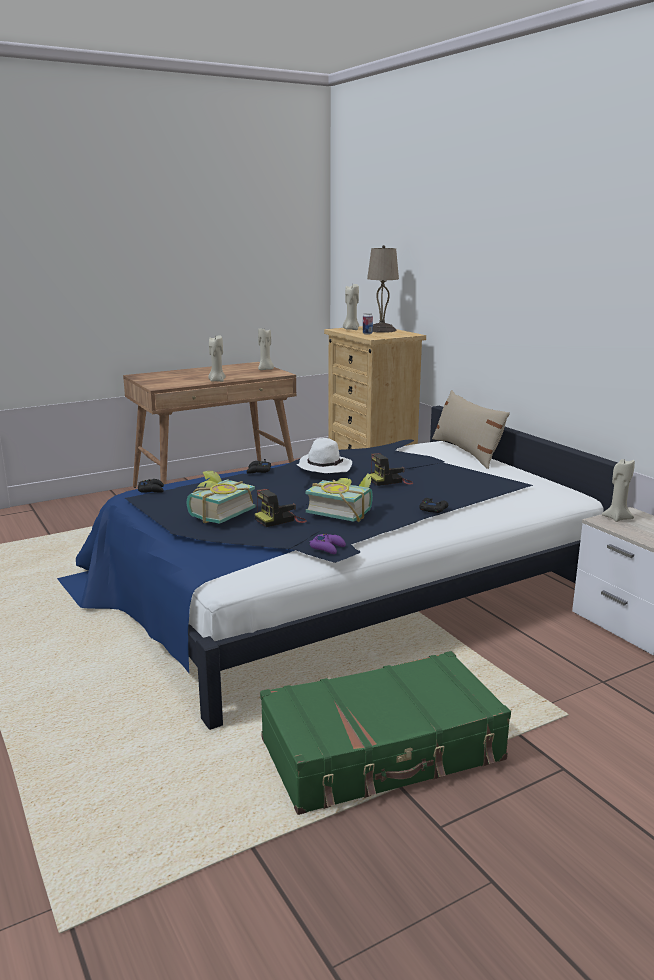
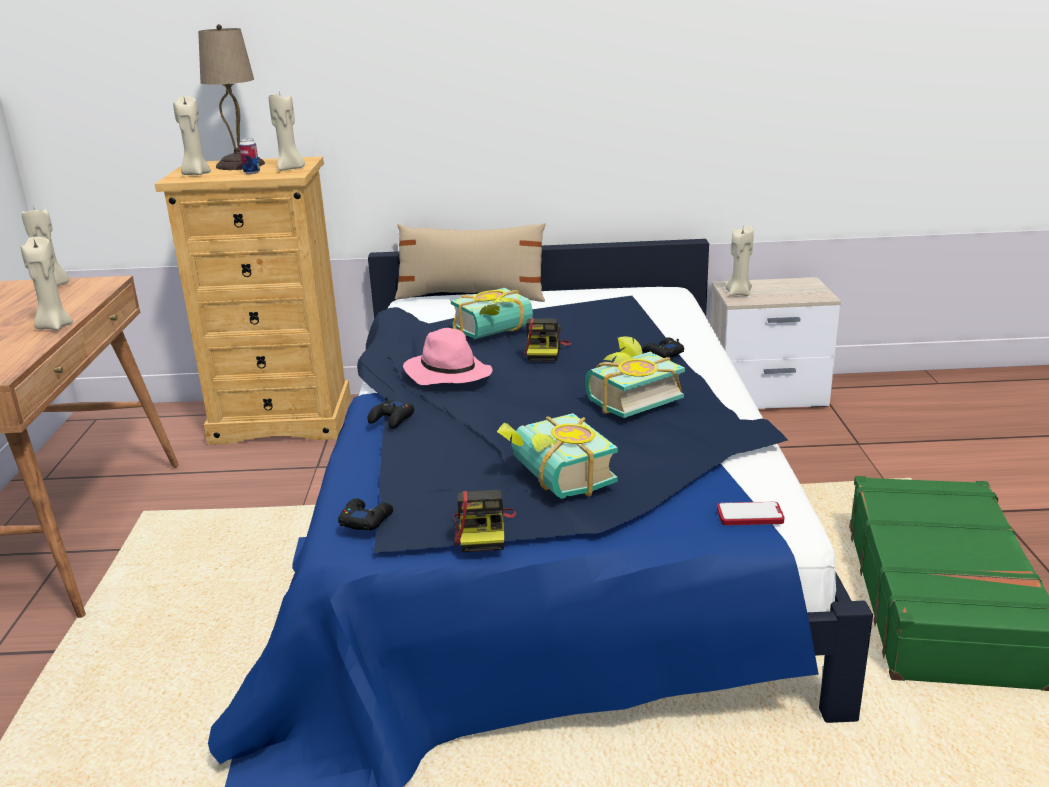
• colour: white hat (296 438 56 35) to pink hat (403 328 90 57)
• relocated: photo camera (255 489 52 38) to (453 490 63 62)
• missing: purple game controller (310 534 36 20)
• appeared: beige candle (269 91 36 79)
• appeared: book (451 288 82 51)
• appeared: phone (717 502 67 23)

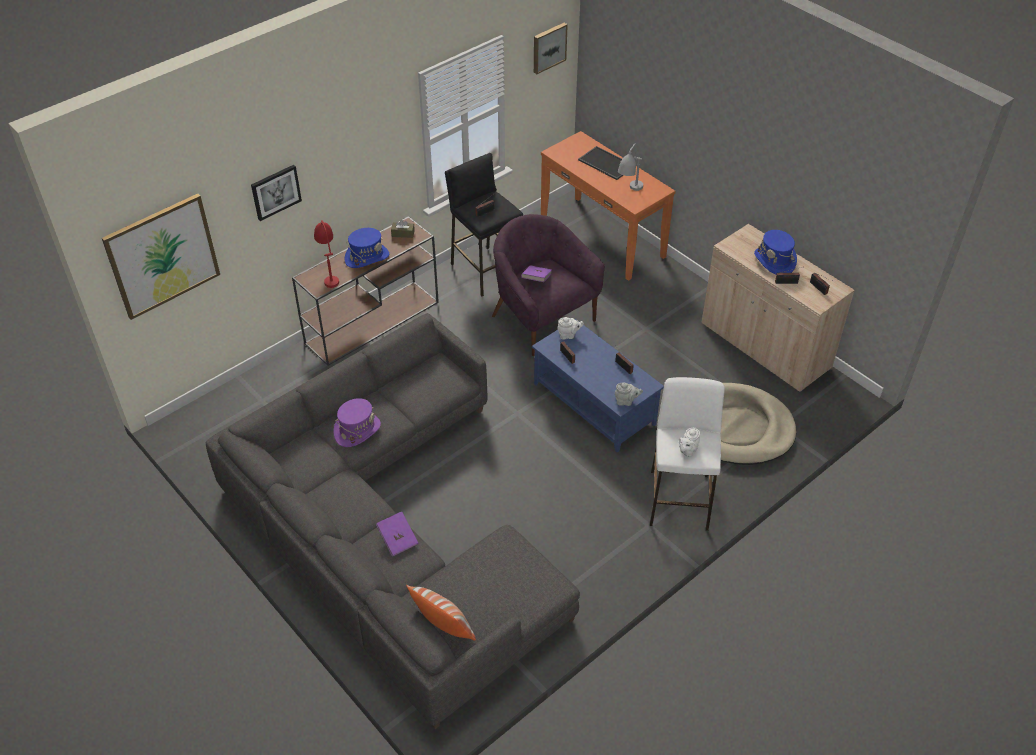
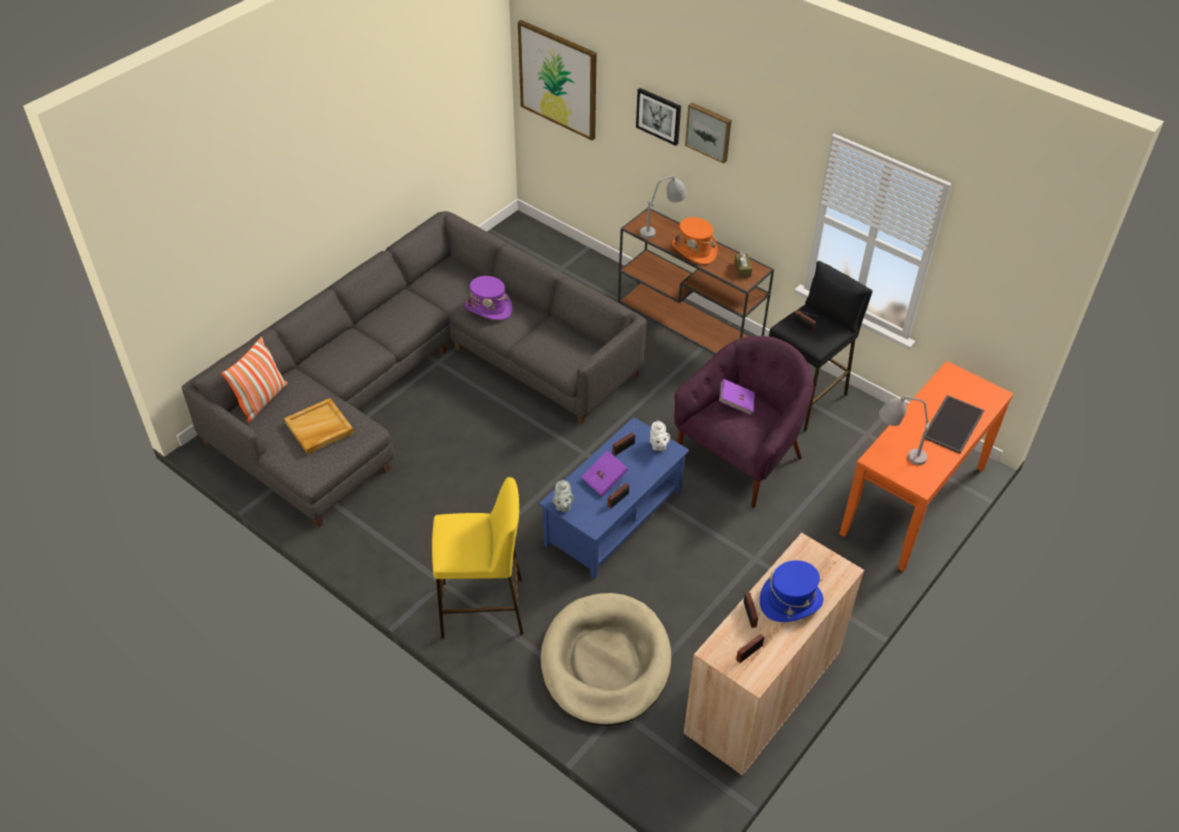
• relocated: picture (534 23 34 51) to (685 103 47 61)
• colour: red table lamp (314 220 25 68) to grey table lamp (640 175 47 64)
• colour: blue hat (344 228 45 40) to orange hat (672 217 46 47)
• colour: white stool (650 377 75 154) to yellow stool (432 477 91 162)
• missing: white teapot (679 428 21 29)
• relocated: purple book (376 511 42 46) to (582 450 46 46)
• appeared: beige tray (284 398 70 56)

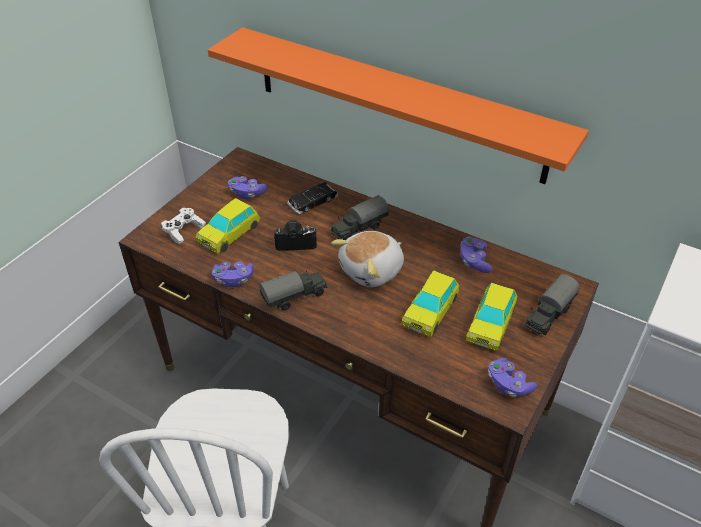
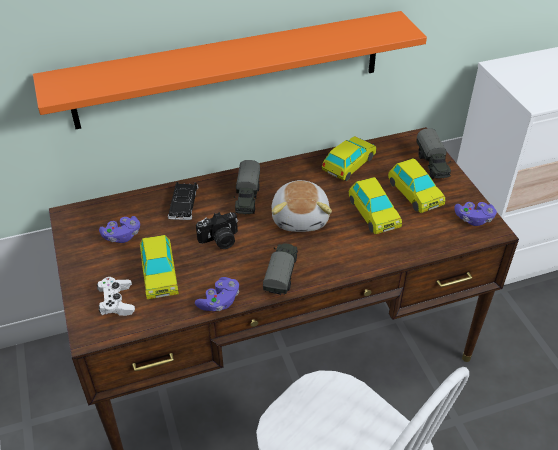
• spun: photo camera (274 220 43 31) = (196 212 42 37) 150 degrees counterclockwise
• exchanged: purple game controller (461 237 32 36) to toy car (322 136 54 45)

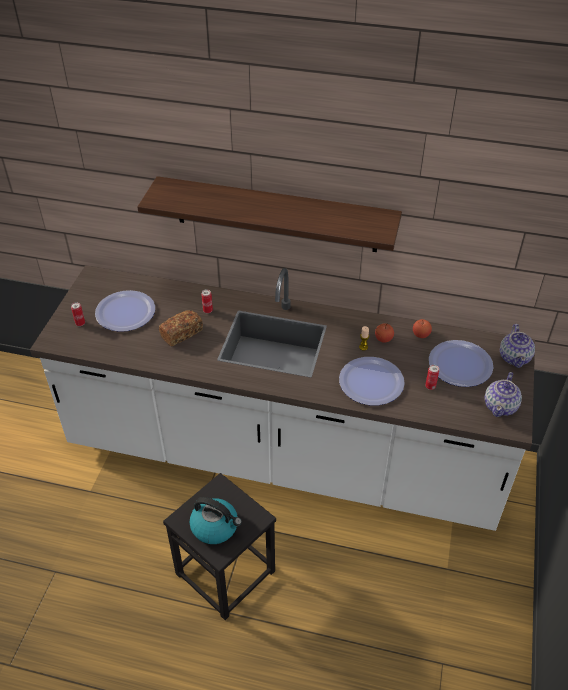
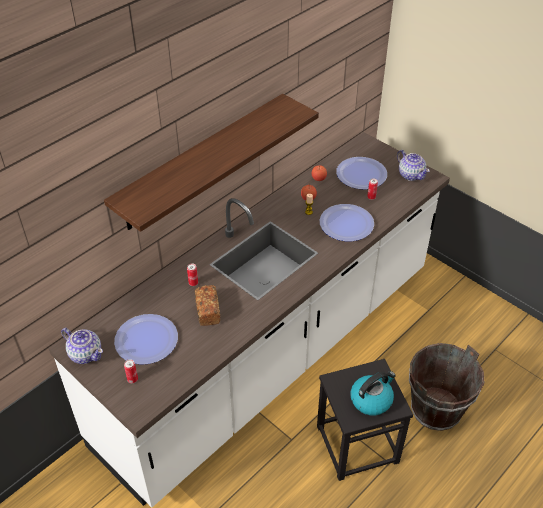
• relocated: teapot (500 324 35 44) to (61 328 42 36)
• appeared: brown bucket (409 343 75 88)

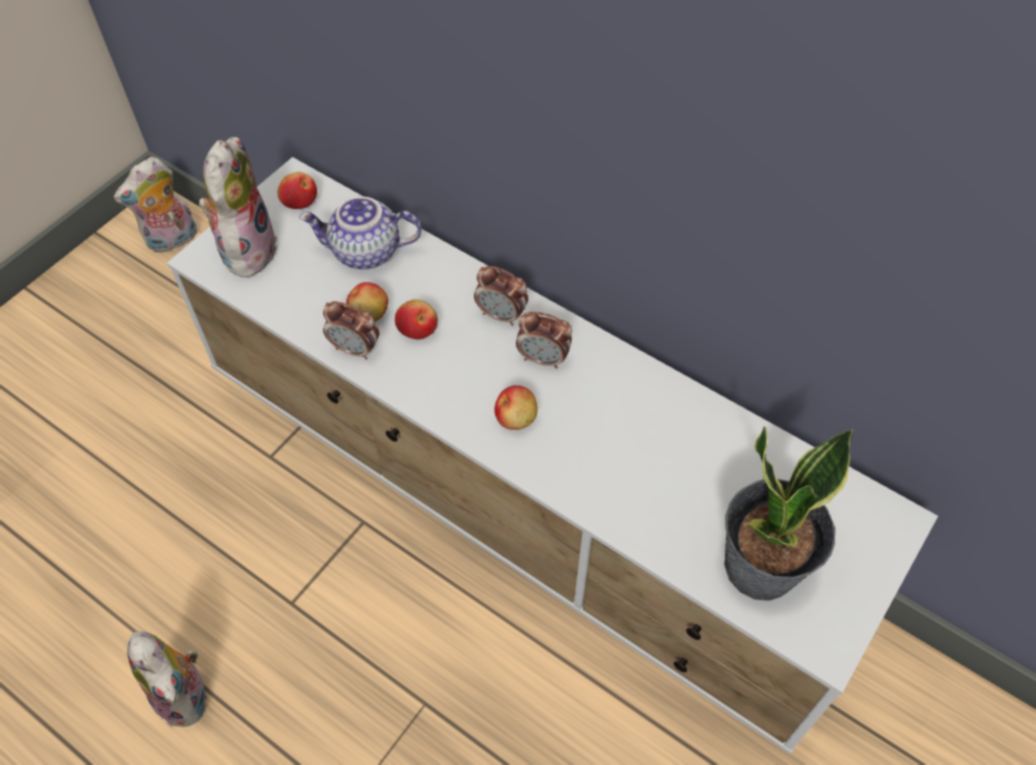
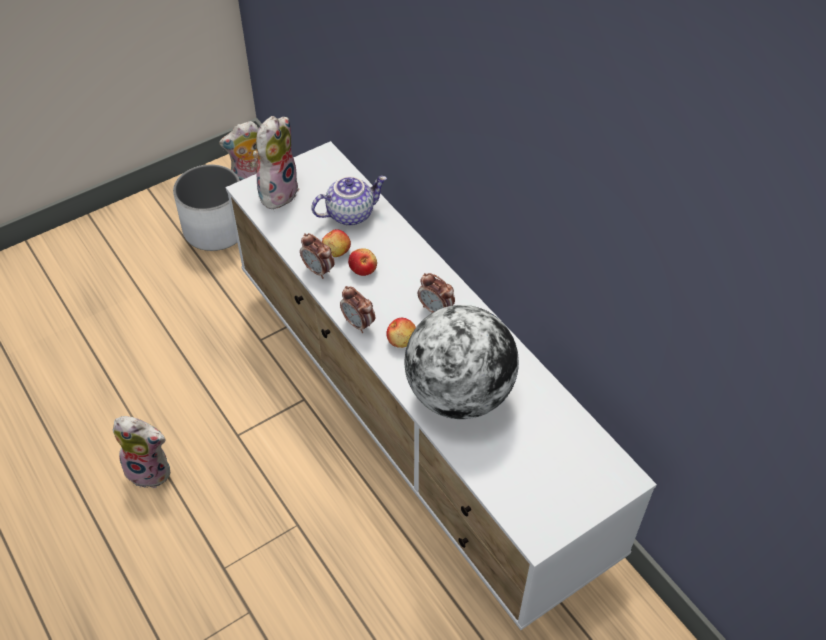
• missing: apple (278 172 39 37)
• spun: teapot (299 196 122 73) = (311 176 76 50) 135 degrees clockwise
• relocated: alarm clock (474 266 54 60) to (340 286 35 47)
• missing: potted plant (724 426 130 175)
• spun: plush toy (127 631 81 96) = (112 416 58 72) 60 degrees counterclockwise
• appeared: white planter (173 164 67 87)
• appeared: globe (405 305 114 114)

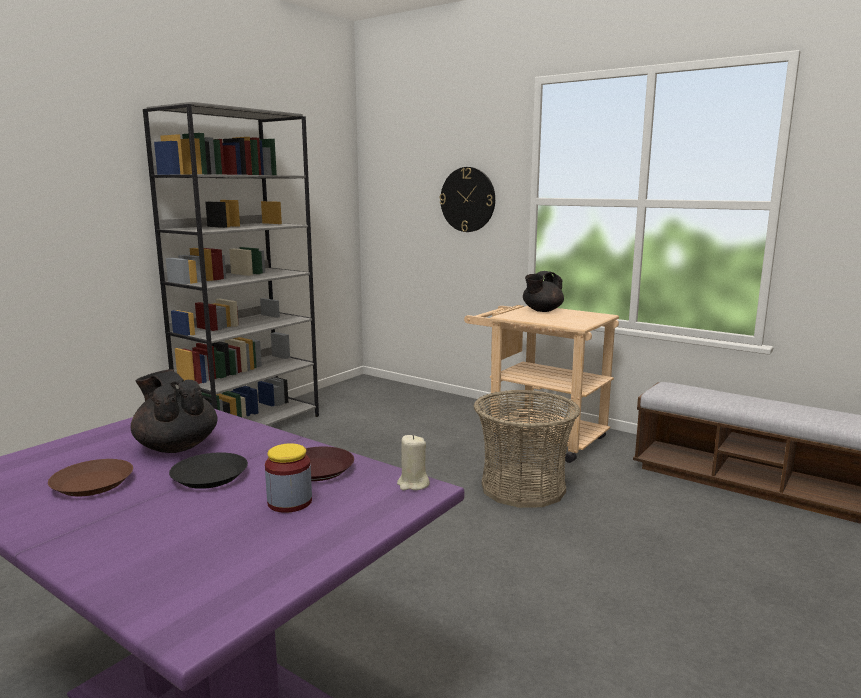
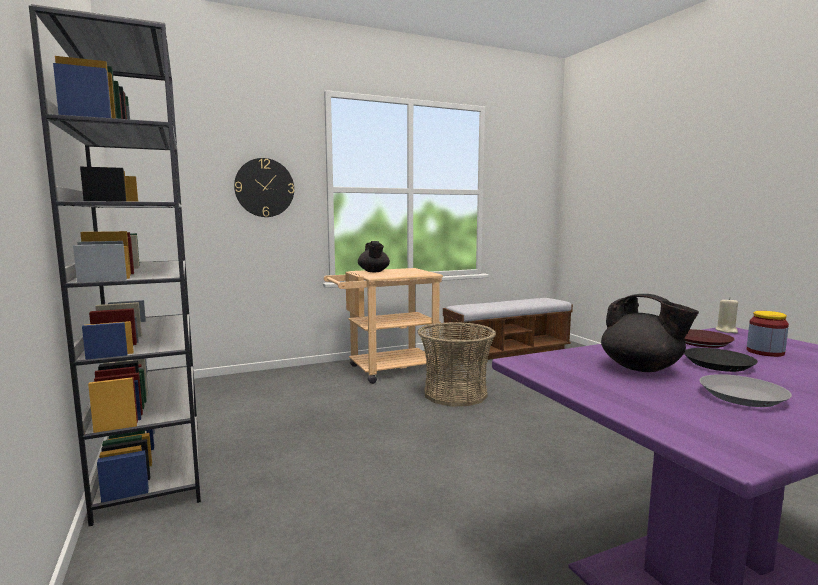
• spun: black teapot (131 369 86 84) = (601 294 98 78) 120 degrees counterclockwise
• colour: brown plate (48 459 85 37) to grey plate (699 374 93 33)

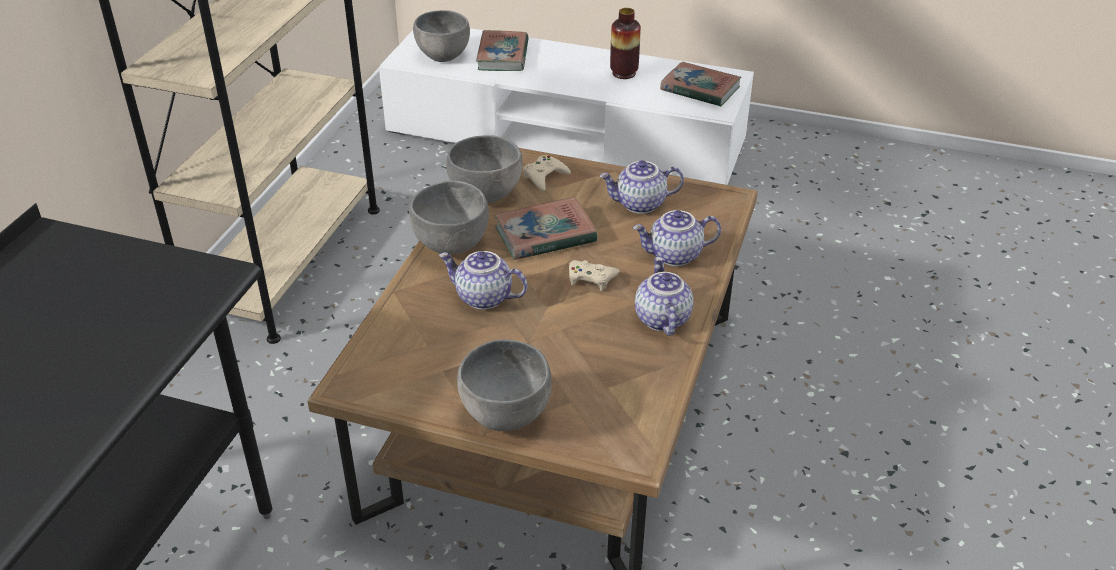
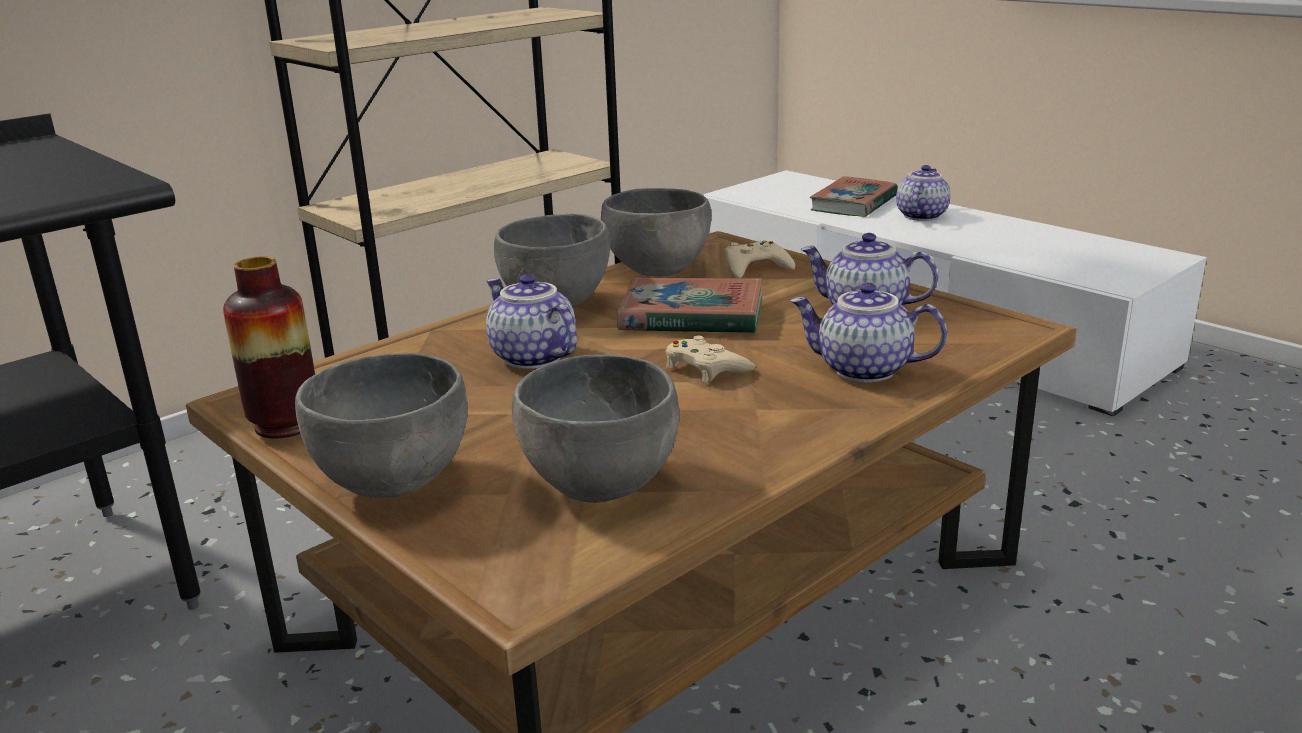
• relocated: vase (610 8 31 71) to (223 256 92 183)
• relocated: grey bowl (413 10 57 52) to (512 354 167 149)
• missing: book (660 62 81 45)
• relocated: teapot (635 257 58 79) to (896 165 54 56)

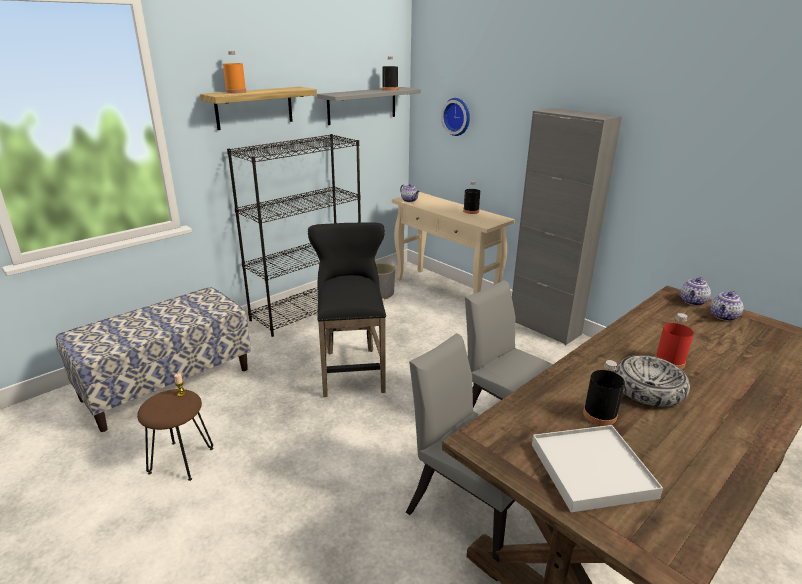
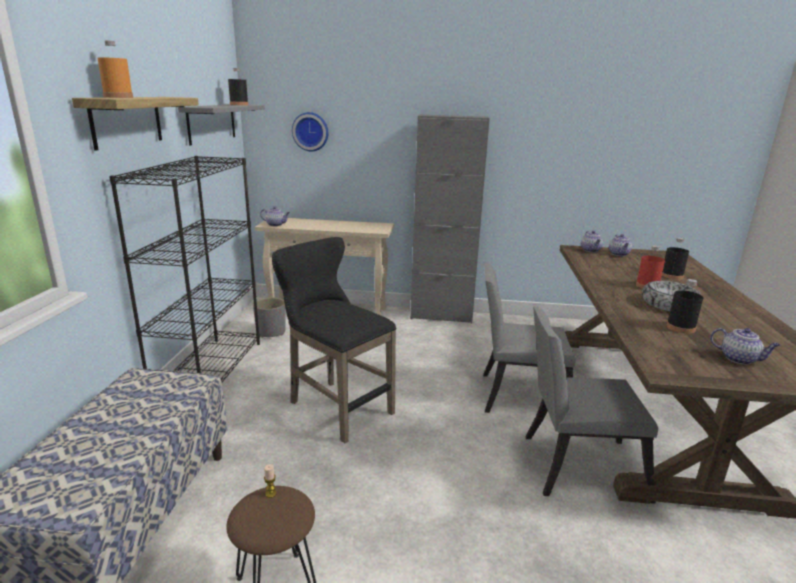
• relocated: black bottle (463 181 17 33) to (662 238 27 42)
• exchanged: white tray (532 425 131 87) to teapot (710 328 71 37)

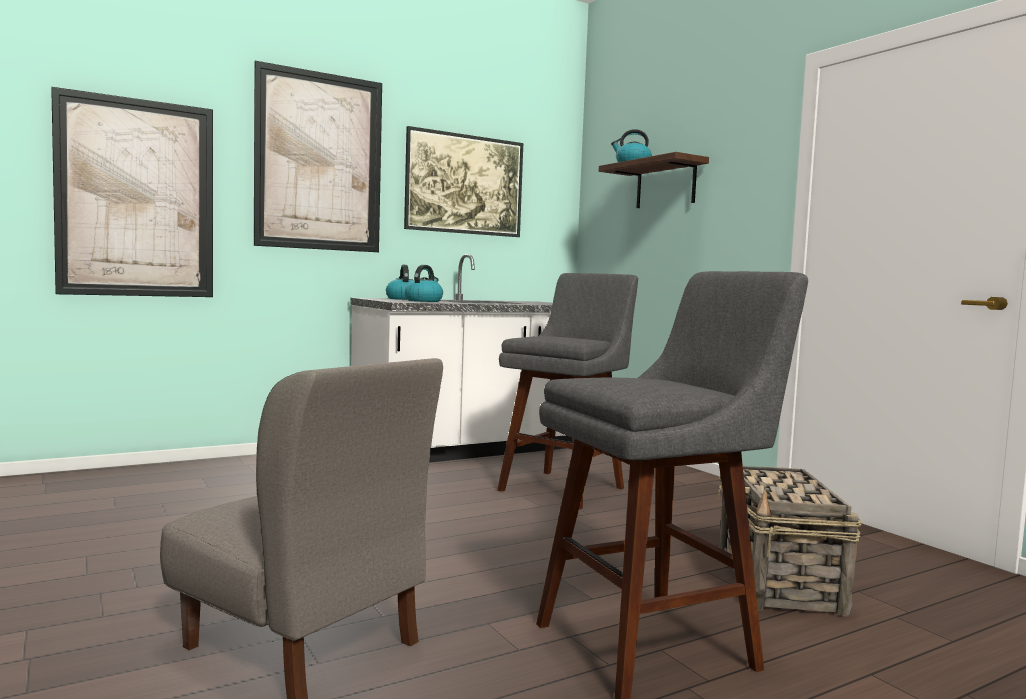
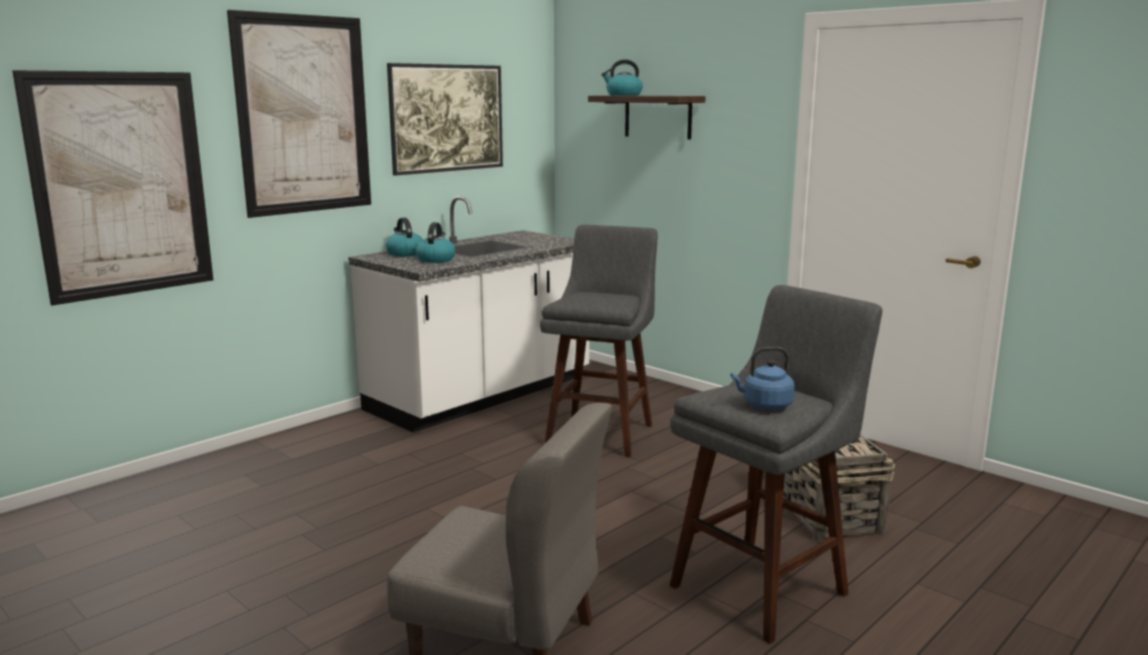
• appeared: blue kettle (731 347 64 62)

